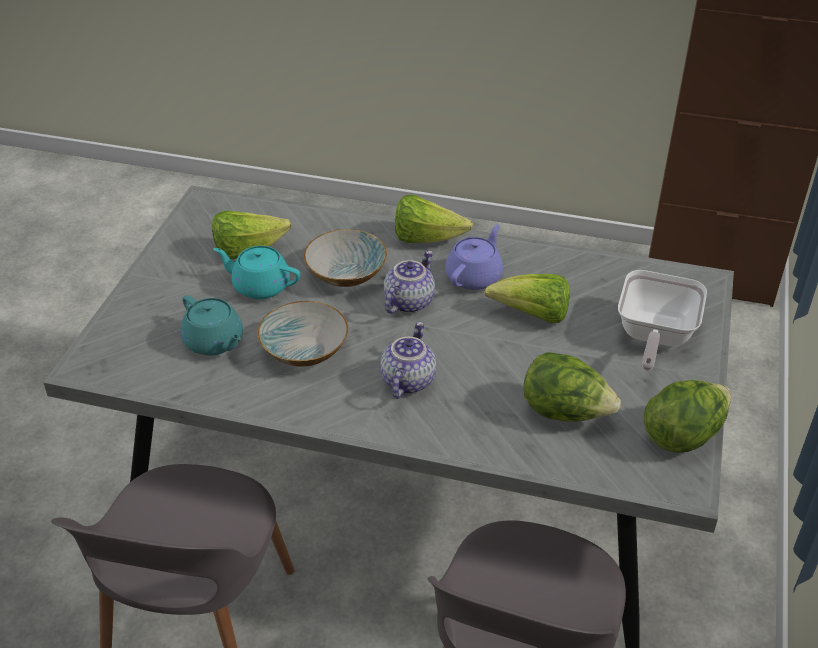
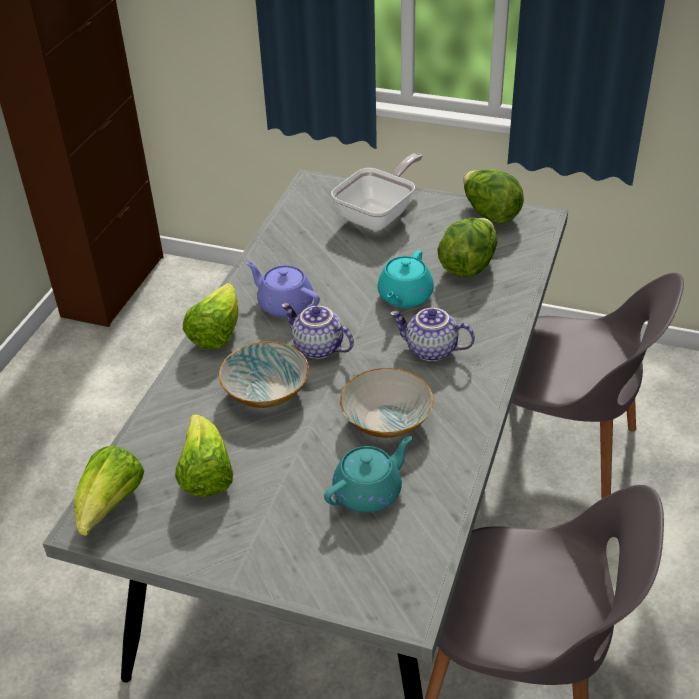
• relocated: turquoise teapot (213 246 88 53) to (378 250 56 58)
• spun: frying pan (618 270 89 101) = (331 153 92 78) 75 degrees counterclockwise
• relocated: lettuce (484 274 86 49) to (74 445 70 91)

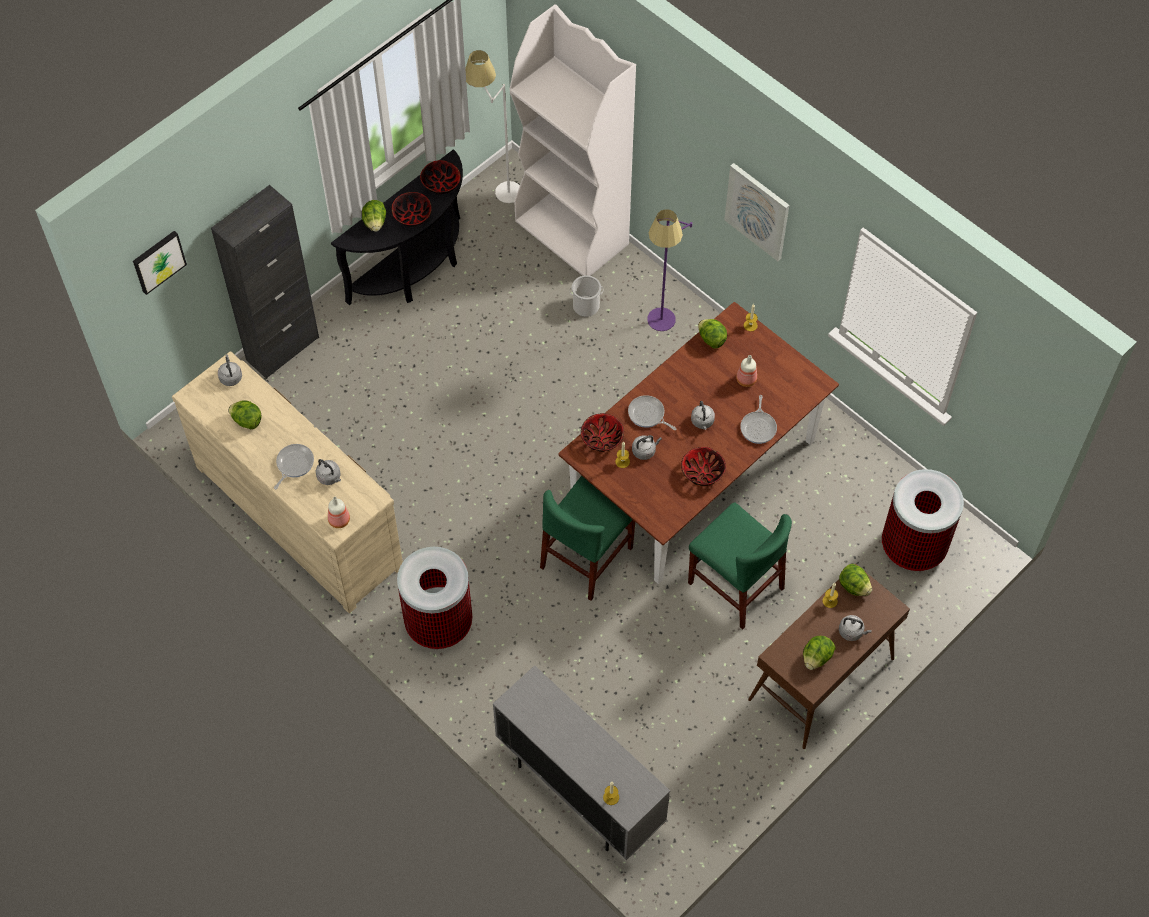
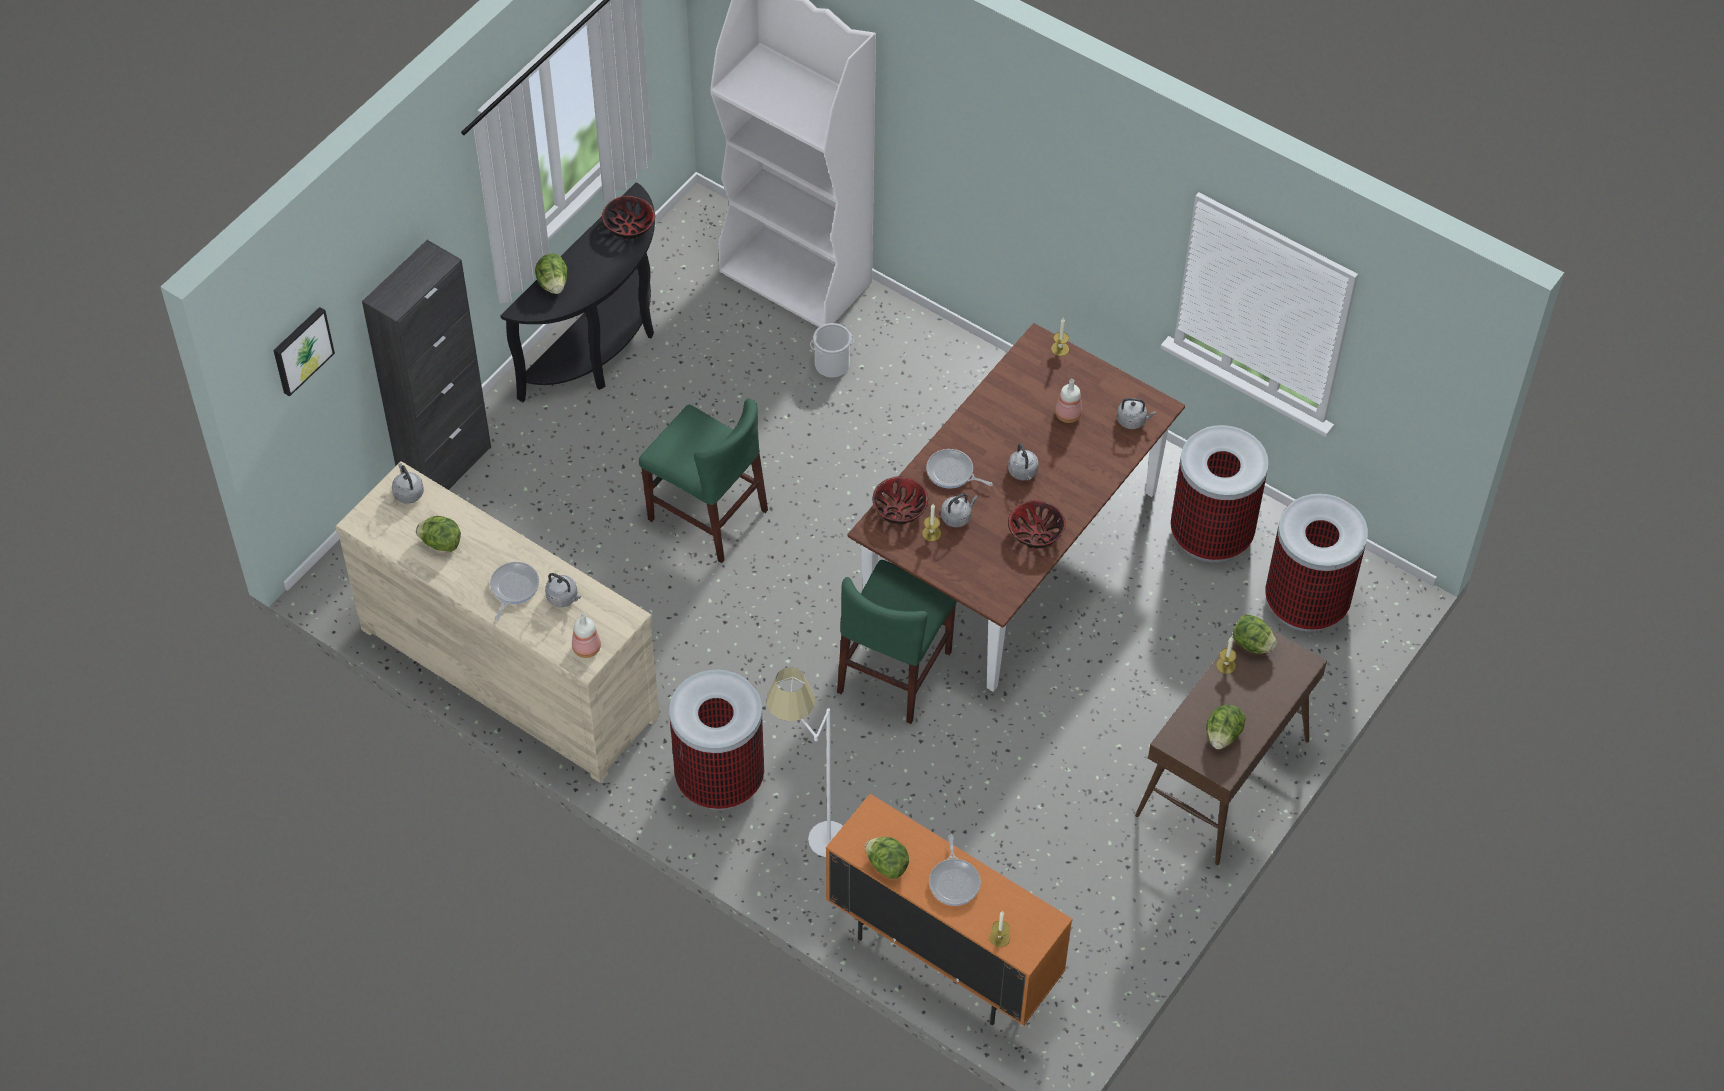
• relocated: white floor lamp (465 50 55 153) to (766 667 77 190)
• missing: picture (724 163 65 98)
• missing: bowl (391 192 41 35)
• missing: purple floor lamp (647 209 45 122)
• relocated: lettuce (698 319 29 29) to (865 837 44 42)
• relocated: frying pan (740 395 37 49) to (929 835 52 71)
• relocated: green chair (688 502 104 127) to (639 399 129 164)
• relocated: grey kettle (839 615 33 26) to (1117 398 39 31)
• colour: grey cabinet (493 665 177 195) to orange cabinet (826 794 247 232)
• appeared: trash can (1171 425 97 137)

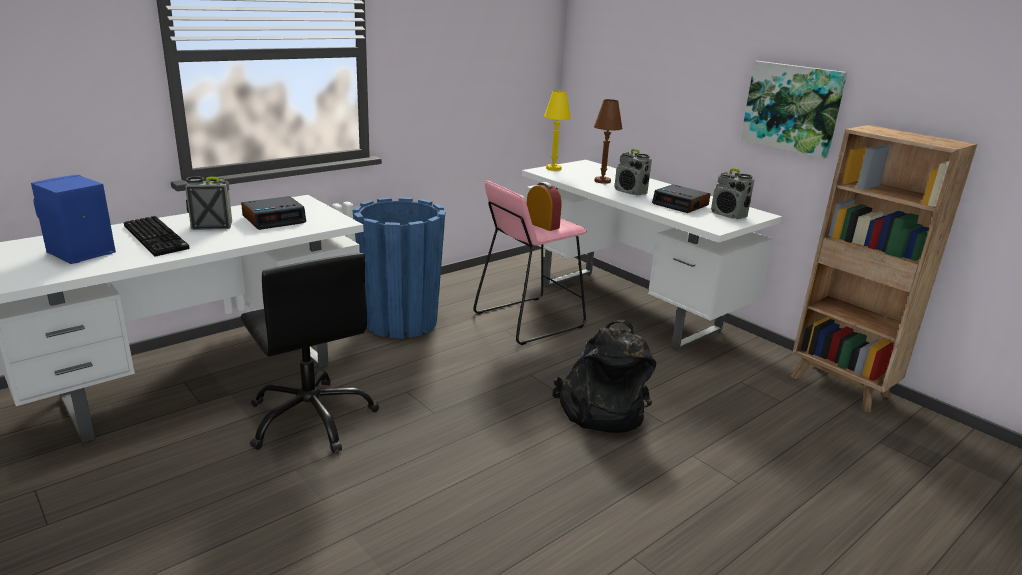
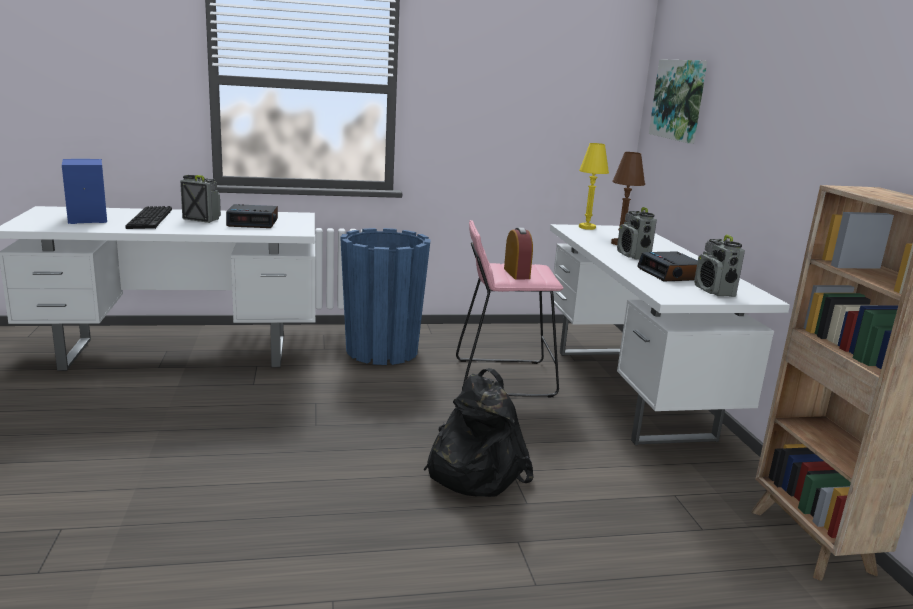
• relocated: picture (740 61 107 97) to (649 59 58 85)
• missing: black office chair (240 253 139 200)

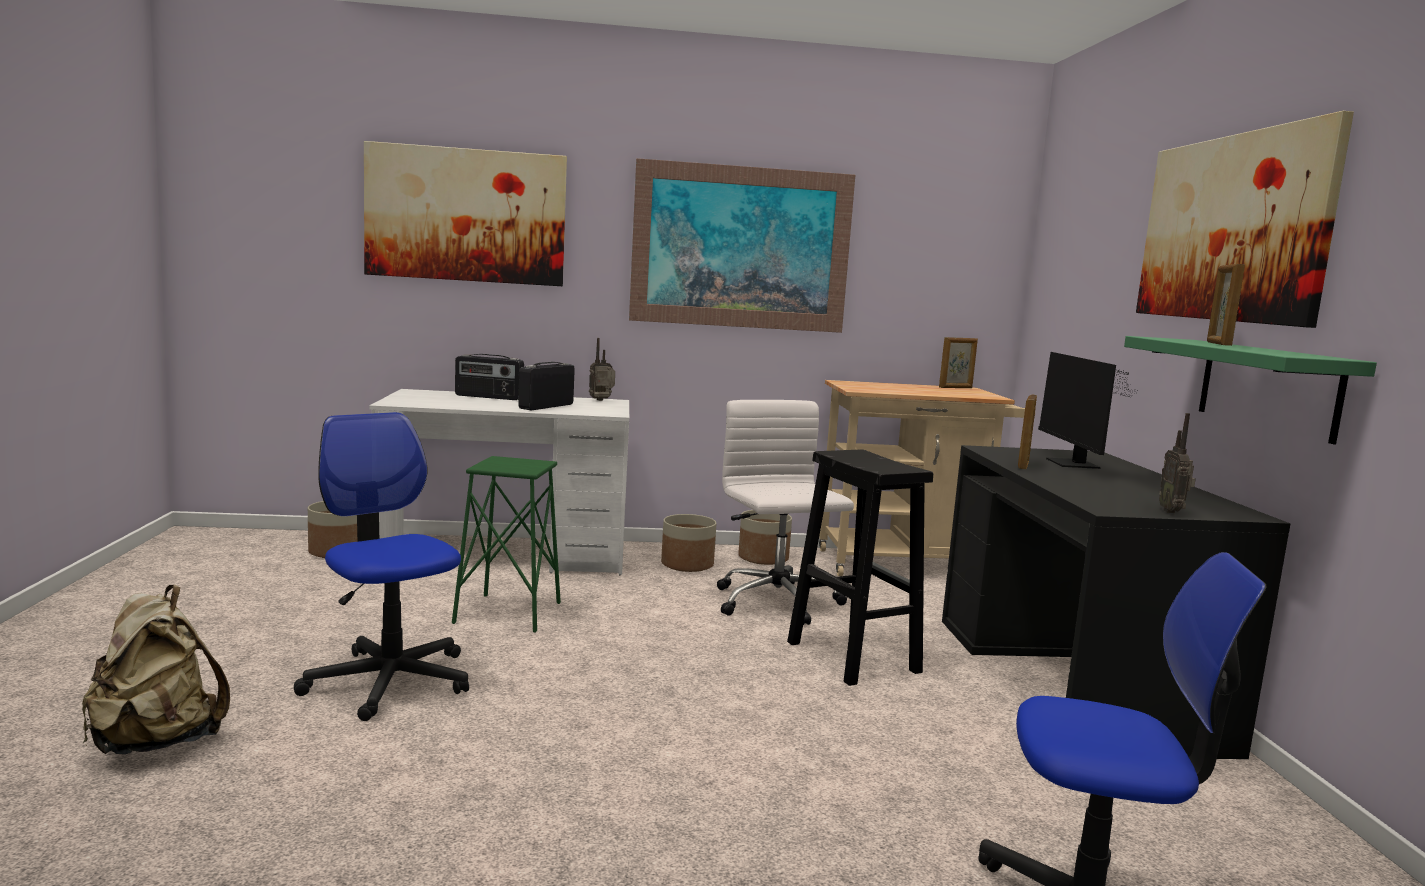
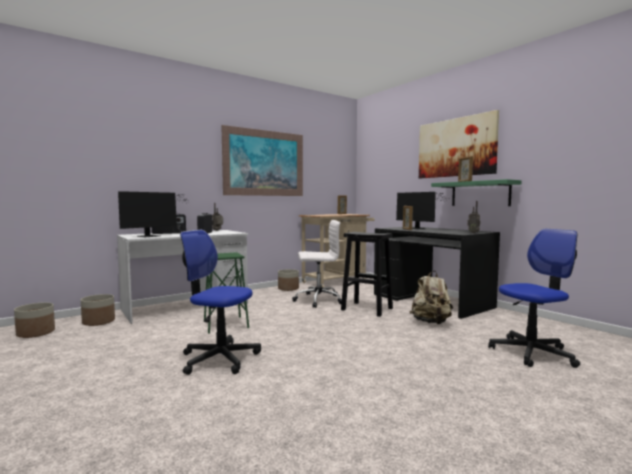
• missing: picture (364 141 203 145)
• spun: white office chair (717 400 137 225) = (292 220 50 88) 135 degrees clockwise
• relocated: planter (661 514 55 58) to (14 302 41 36)
• relocated: beige backpack (82 585 148 170) to (409 271 44 53)
• appeared: monitor (118 191 72 46)

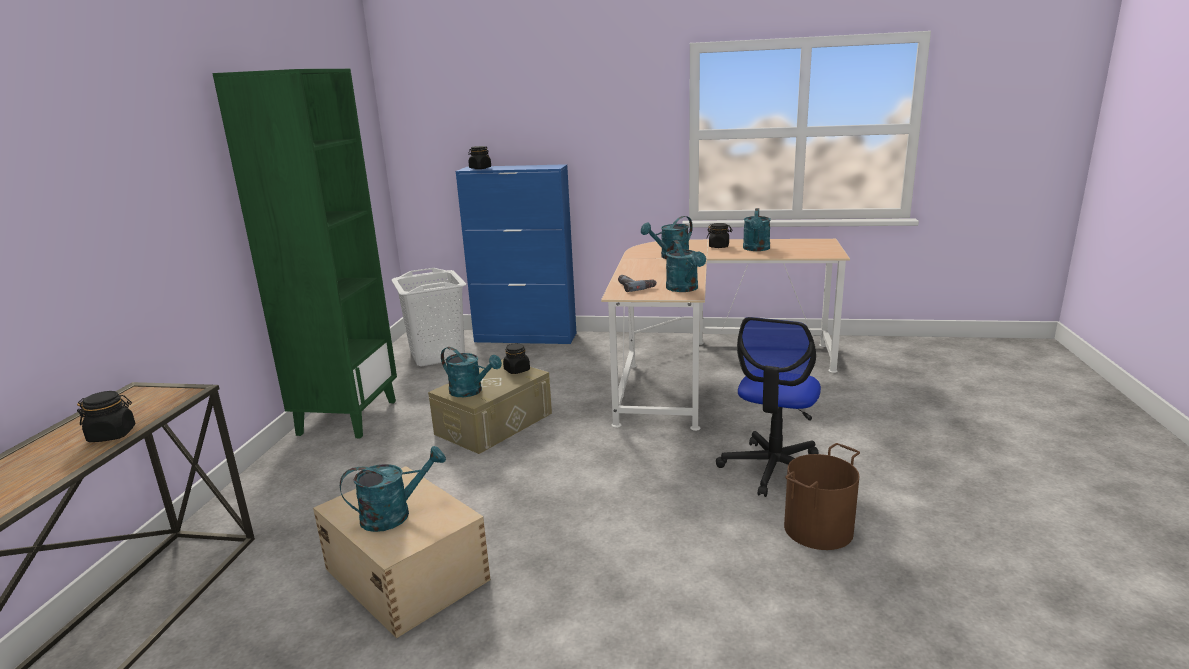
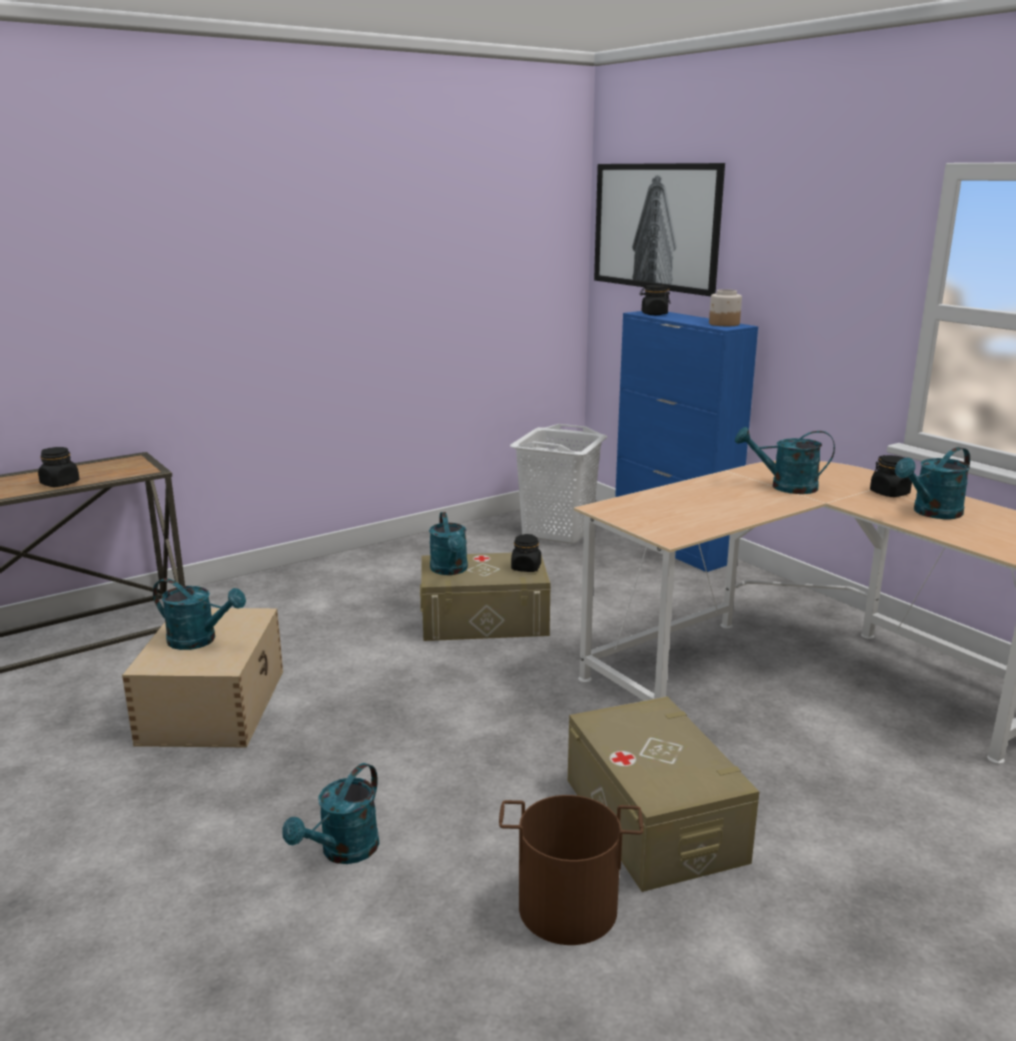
• missing: green bookcase (212 69 185 369)
• relocated: turquoise watering can (666 240 40 52) to (282 763 97 101)
• missing: power drill (618 275 39 17)
• exchanged: office chair (716 317 105 180) to beige storage box (568 696 192 196)
• appeared: picture (594 163 131 133)
• appeared: jar (709 289 33 37)

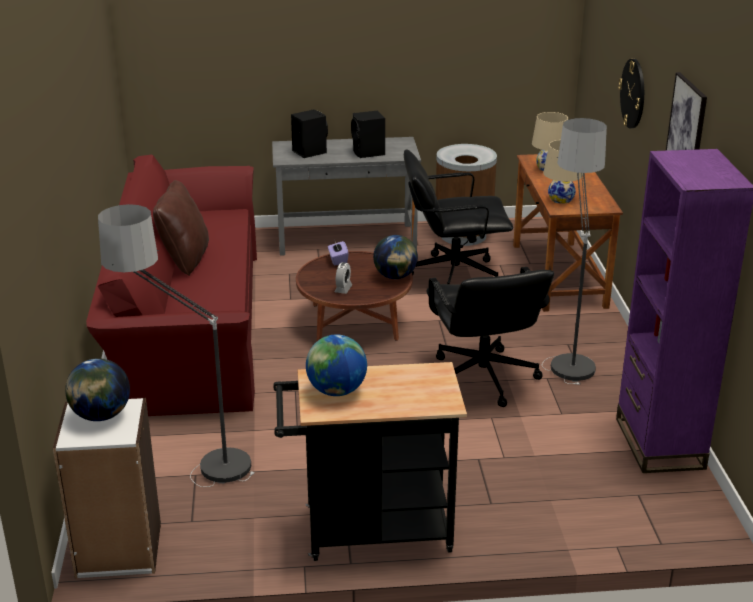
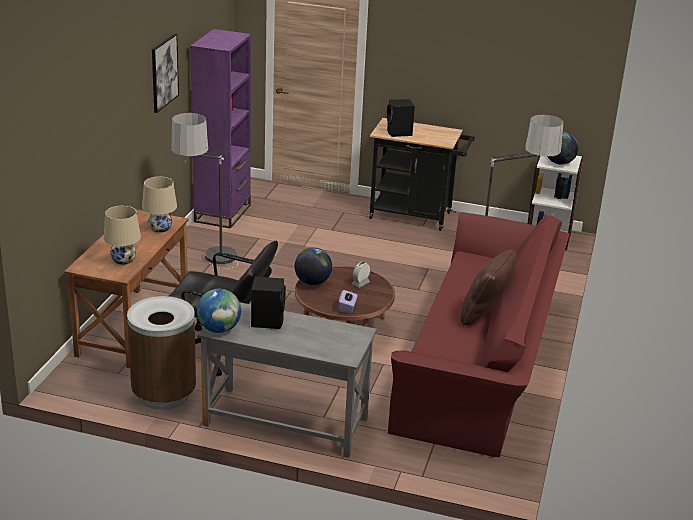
• missing: wall clock (618 59 26 69)
• relocated: black speaker (291 109 37 49) to (387 99 28 38)
• missing: black office chair (426 267 128 140)
• relocated: globe (306 334 61 62) to (197 289 44 44)

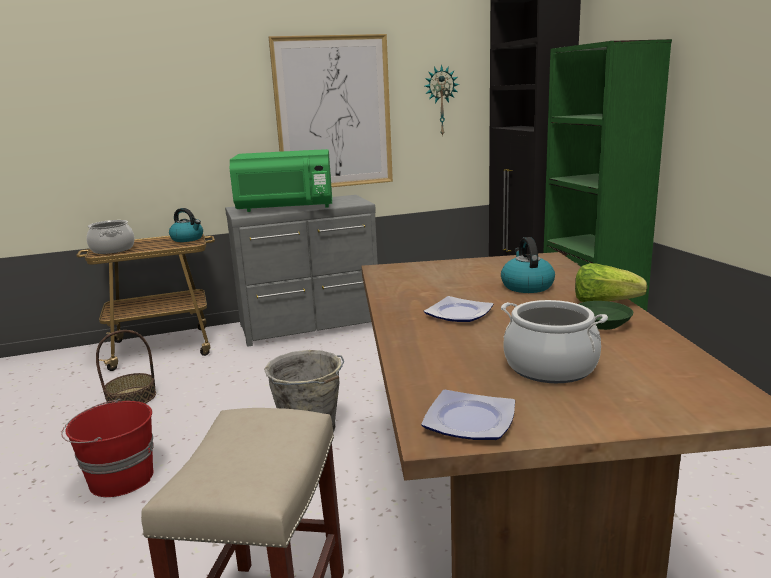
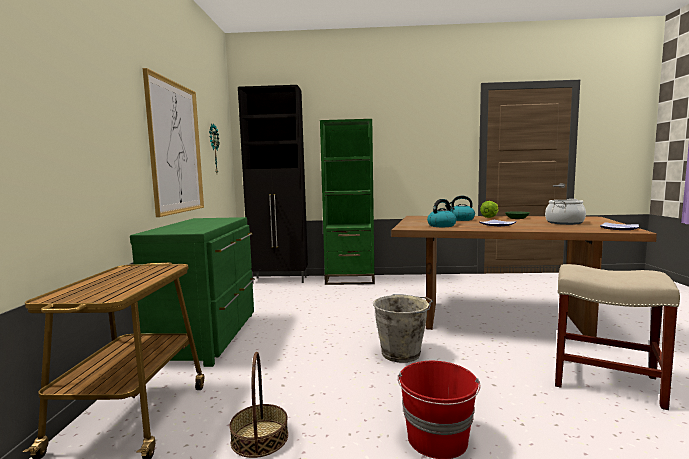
• missing: green microwave (230 149 102 63)
• colour: grey dresser (225 195 153 152) to green dresser (130 217 125 150)
• relocated: kettle (169 208 34 34) to (427 199 29 28)
• missing: cooking pot (87 220 47 34)

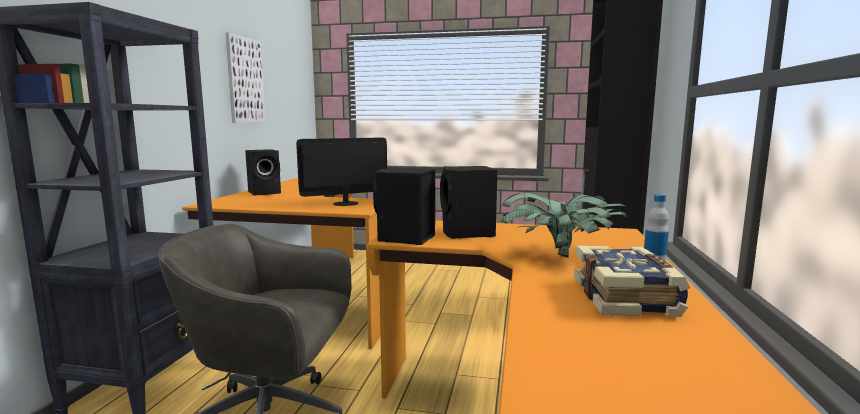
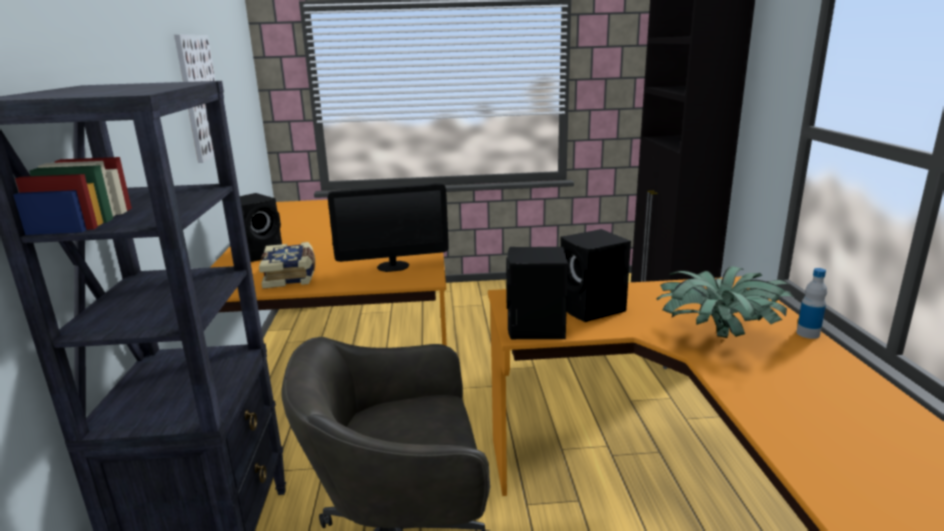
• spun: monitor (296 138 91 68) = (328 183 120 89) 150 degrees counterclockwise
• relocated: book (574 246 116 71) to (259 242 56 47)

